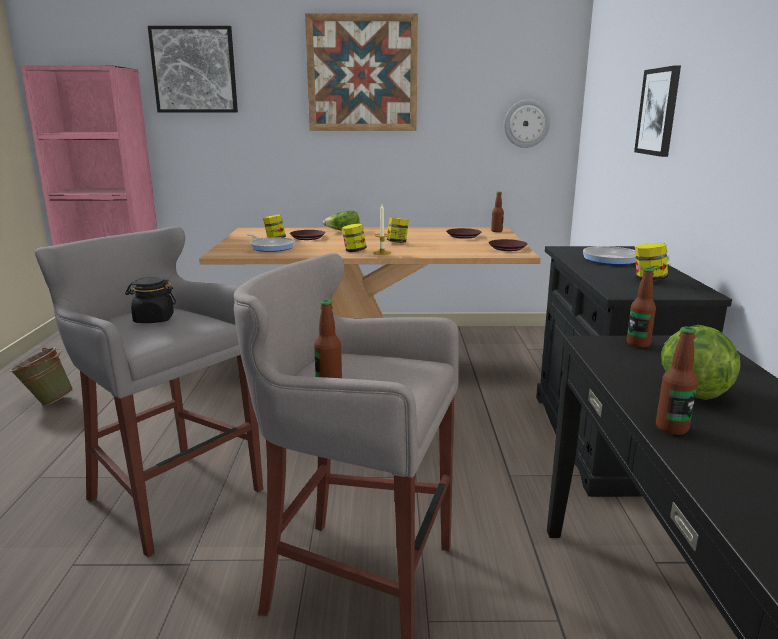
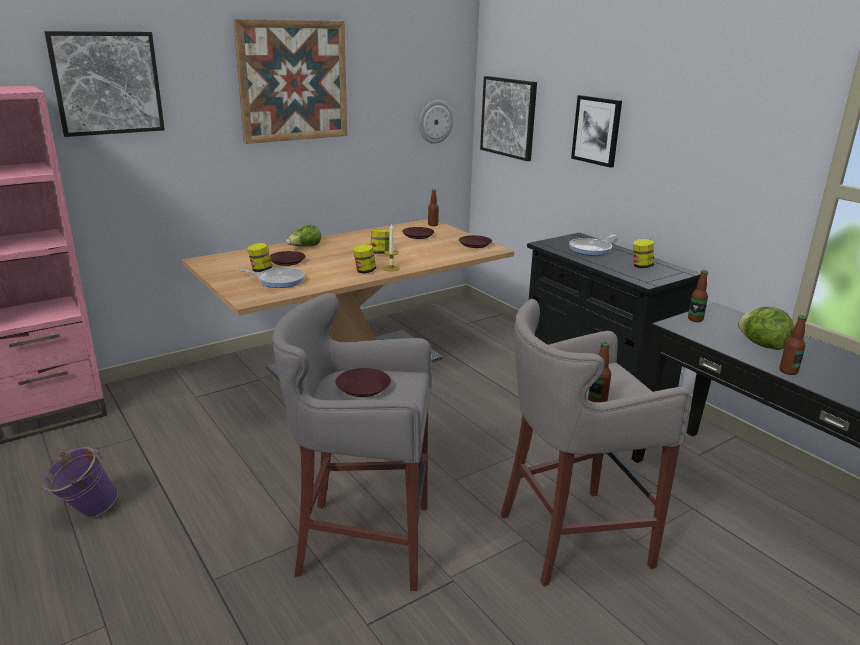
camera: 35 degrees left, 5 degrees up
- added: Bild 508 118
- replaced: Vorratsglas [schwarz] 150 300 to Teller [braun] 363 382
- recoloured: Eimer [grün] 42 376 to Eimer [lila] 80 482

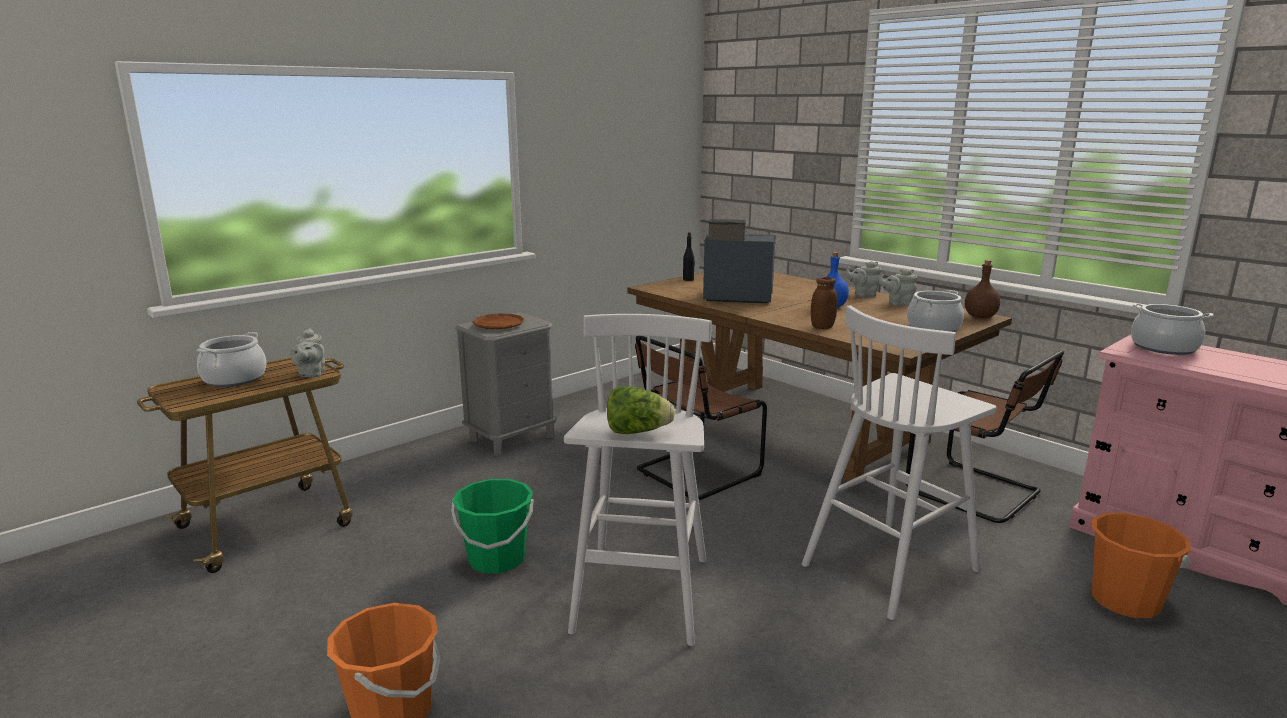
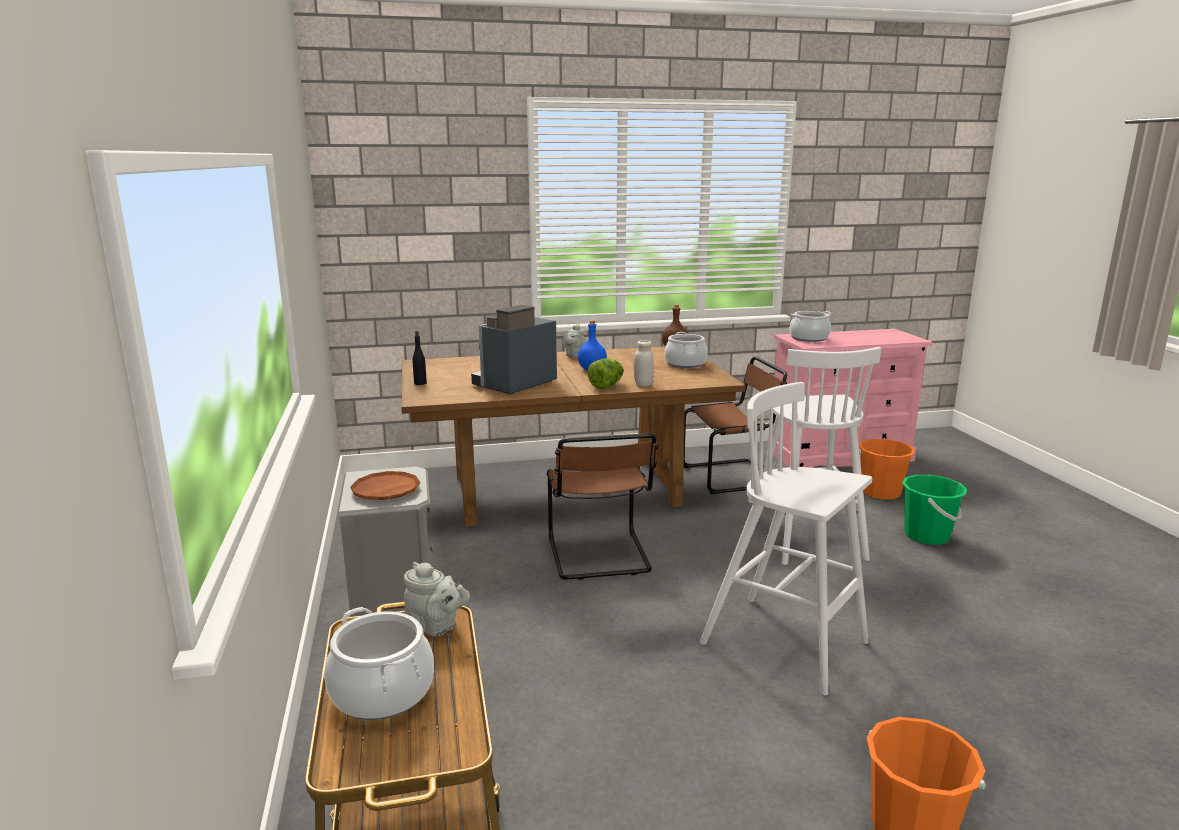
camera: 60 degrees left, 0 degrees up
- removed: Teekanne [grau] 897 287
- moved: Eimer [grün] 492 526 to 935 510
- moved: Salatkopf 641 410 to 606 373
- recoloured: Vorratsglas [braun] 824 303 to Vorratsglas [weiß] 643 363

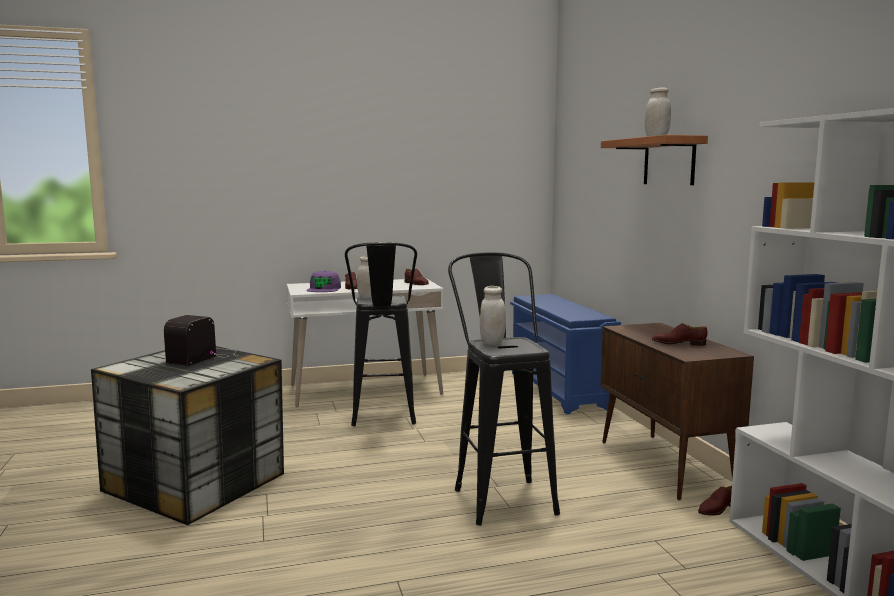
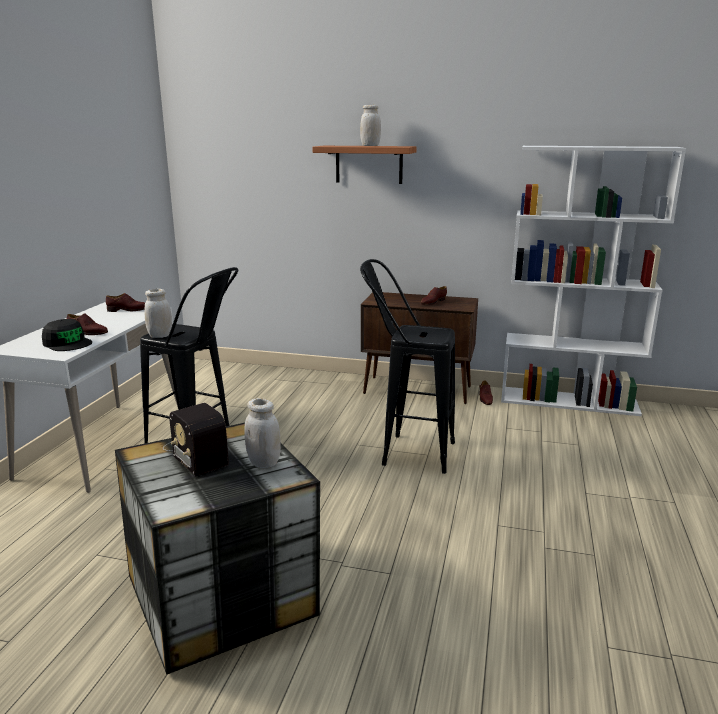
camera: 60 degrees left, 10 degrees up
- removed: Schuhregal [blau] 565 354
- moved: Vorratsglas [weiß] 493 315 to 262 433
- recoloured: Kappe [lila] 324 281 to Kappe [schwarz] 67 335

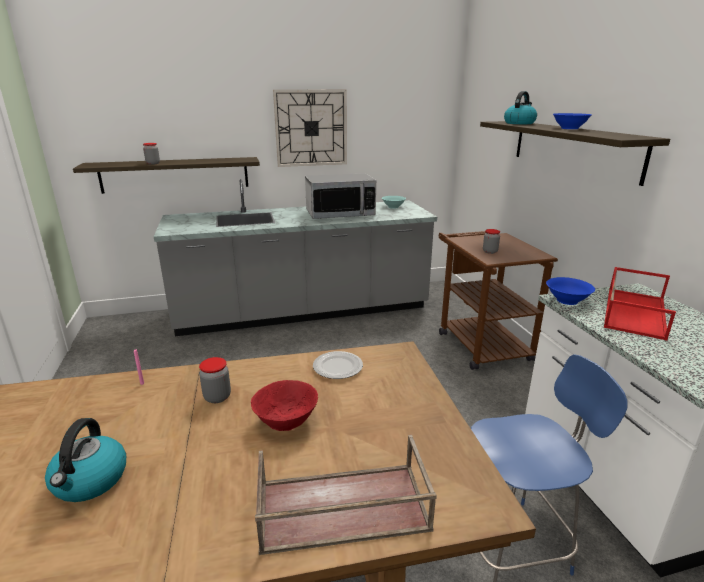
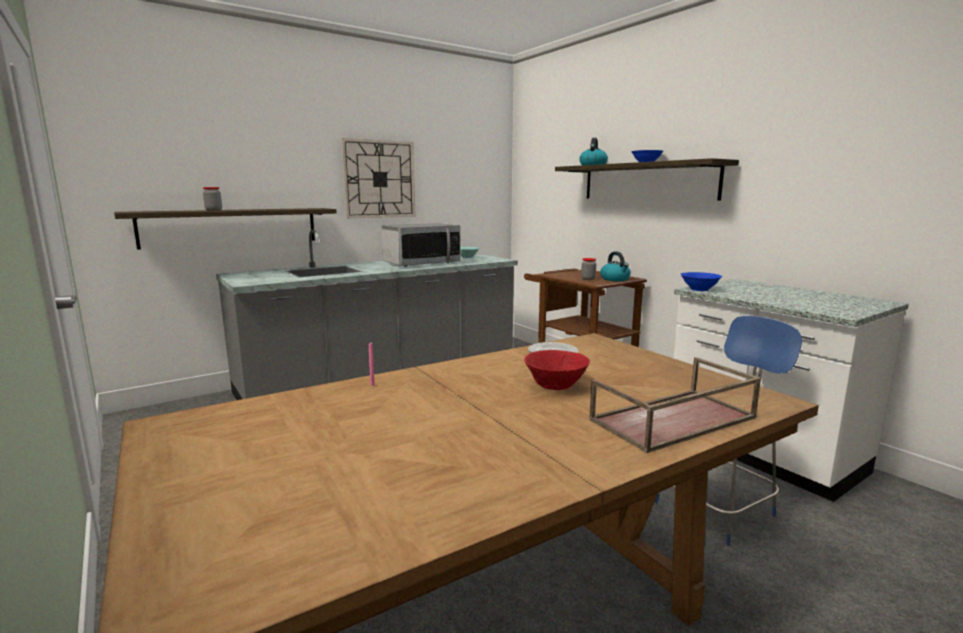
camera: 20 degrees left, 10 degrees down
- removed: Vorratsglas 215 380
- removed: Tablett [rot] 640 304
- moved: Wasserkessel 85 460 to 615 266

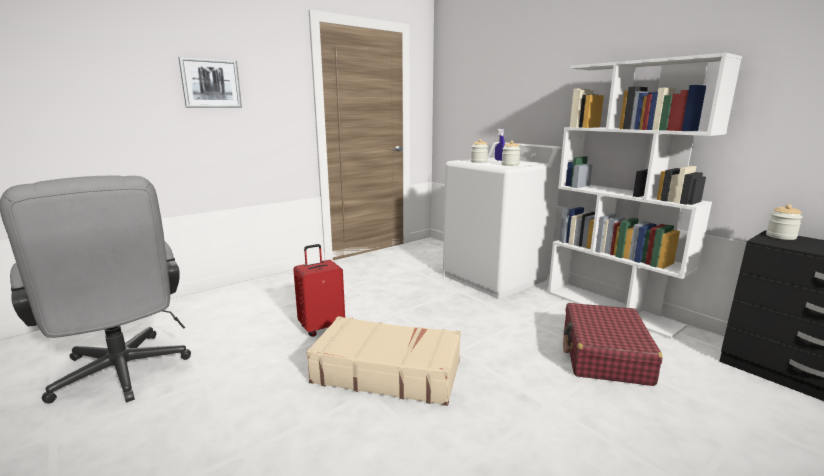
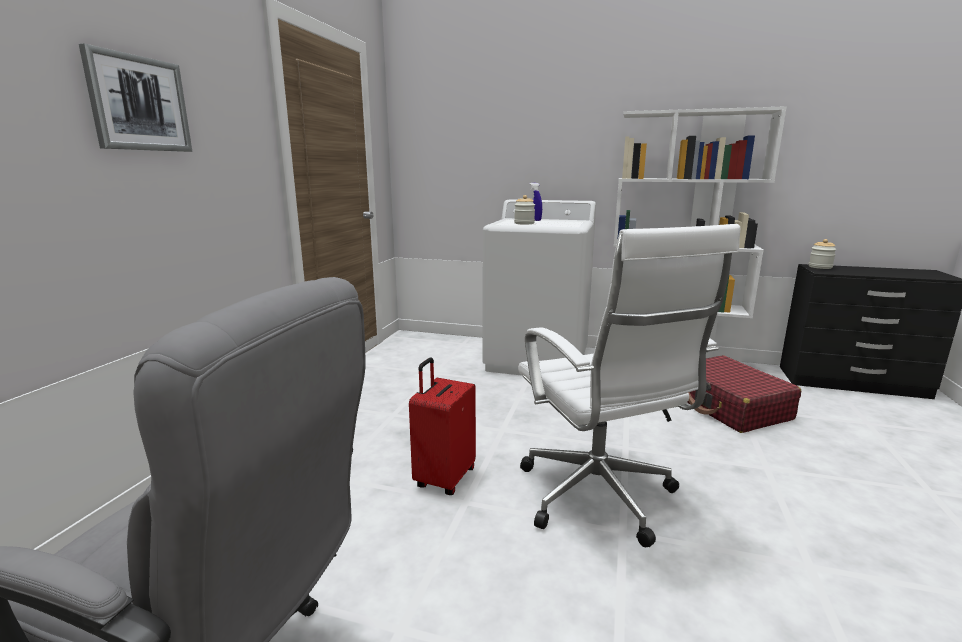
camera: 35 degrees left, 0 degrees up
- removed: Vorratsglas 510 153
- replaced: Koffer [beige] 383 361 to Bürostuhl [weiß] 629 385

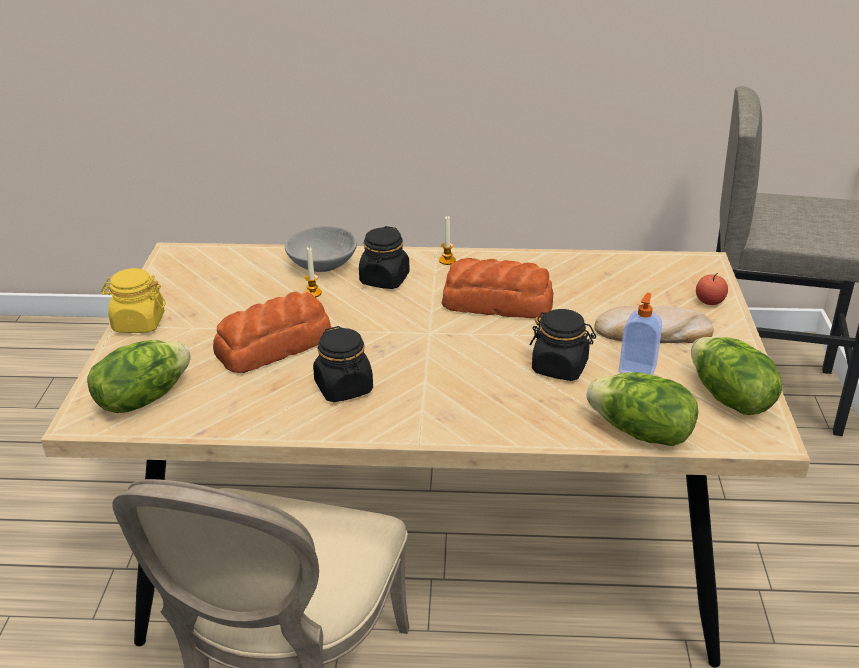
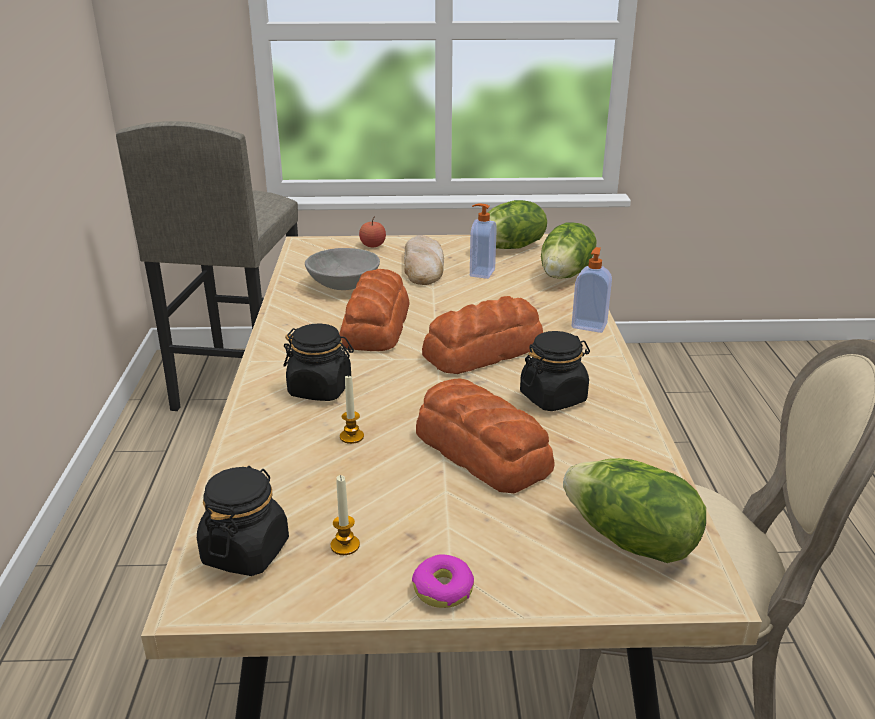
camera: 95 degrees left, 5 degrees down
- added: Brot 482 335
- added: Seifenspender 592 290
- moved: Schüssel [grau] 321 249 to 342 269
- moved: Kerze 447 240 to 345 515
- moved: Vorratsglas [schwarz] 562 345 to 243 521
- replaced: Vorratsglas [gelb] 133 300 to Donut 443 581

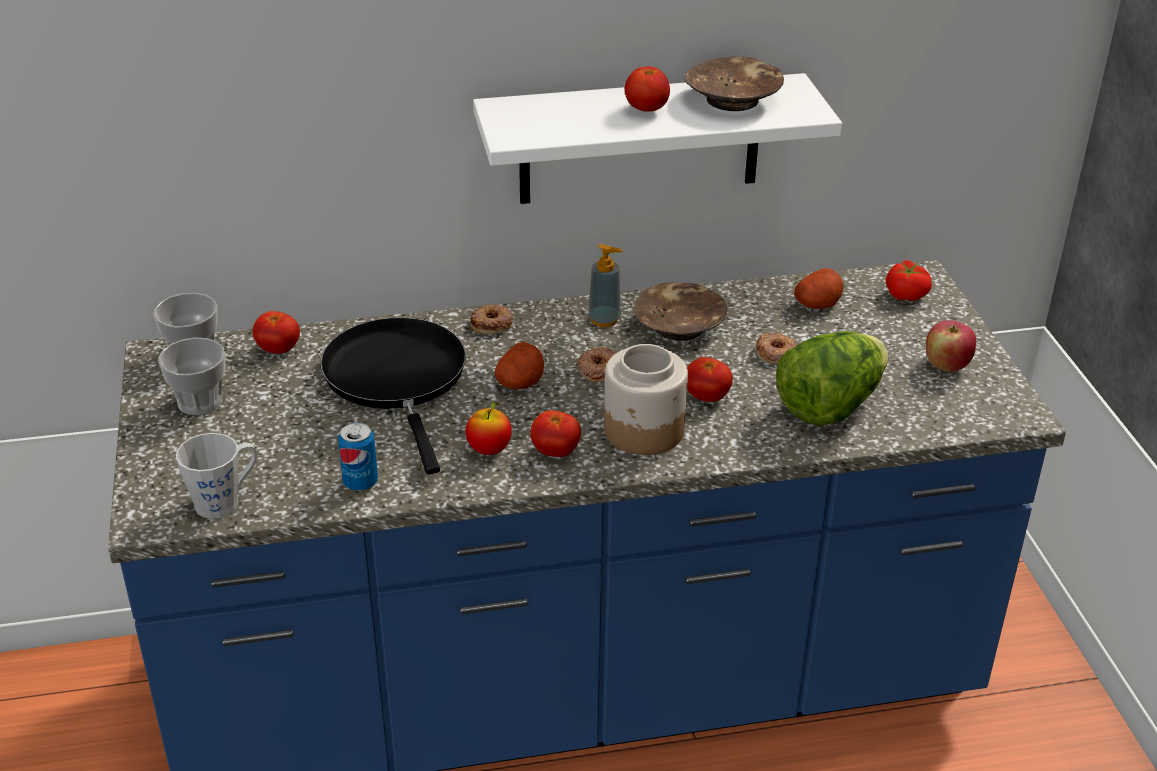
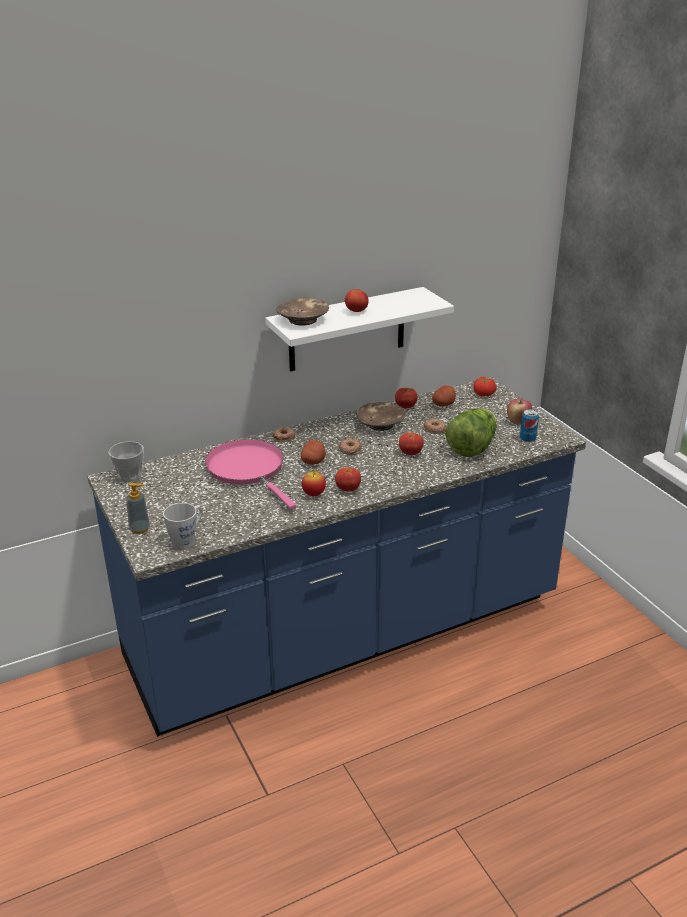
camera: 15 degrees left, 5 degrees down
- removed: Tasse 191 376
- removed: Vorratsglas 646 399
- moved: Tomate 276 332 to 406 398
- moved: Dose 358 456 to 529 425
- moved: Seifenspender 605 285 to 138 508
- moved: Schüssel [braun] 734 83 to 302 311
- recoloured: Pfanne [schwarz] 393 395 to Pfanne [rosa] 250 474

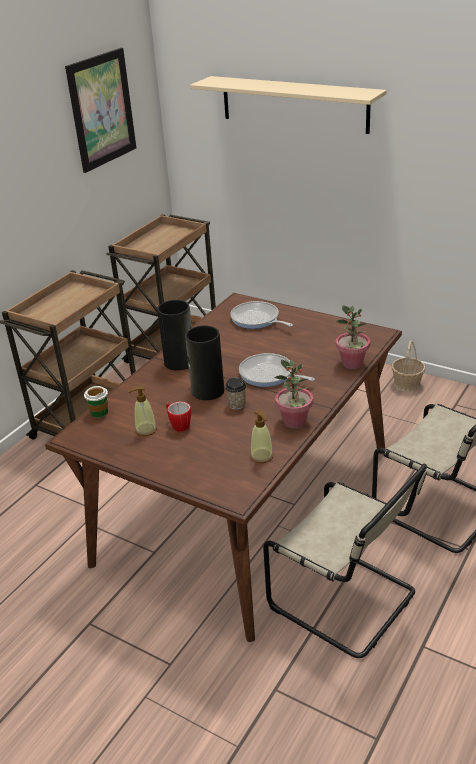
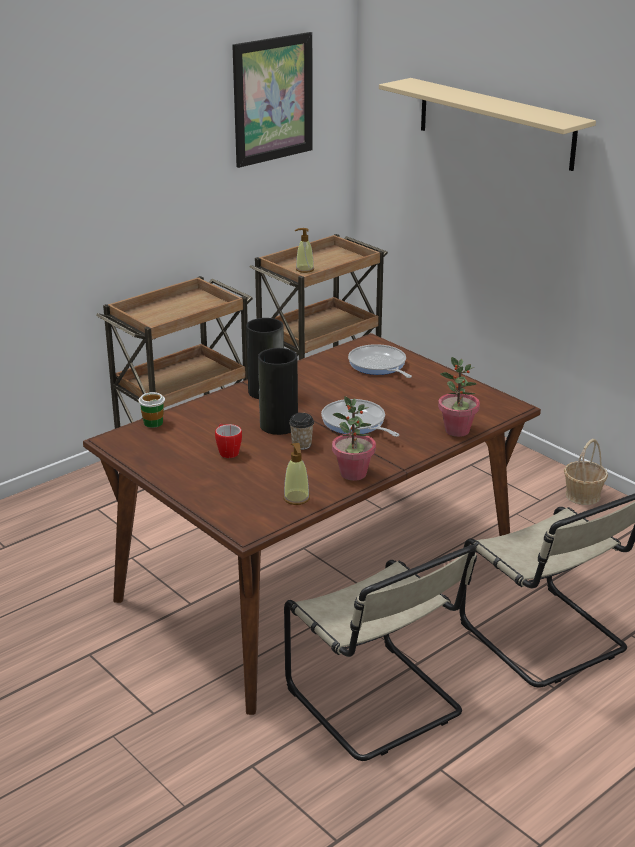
camera: 15 degrees right, 5 degrees down
- moved: Seifenspender 142 411 to 304 250

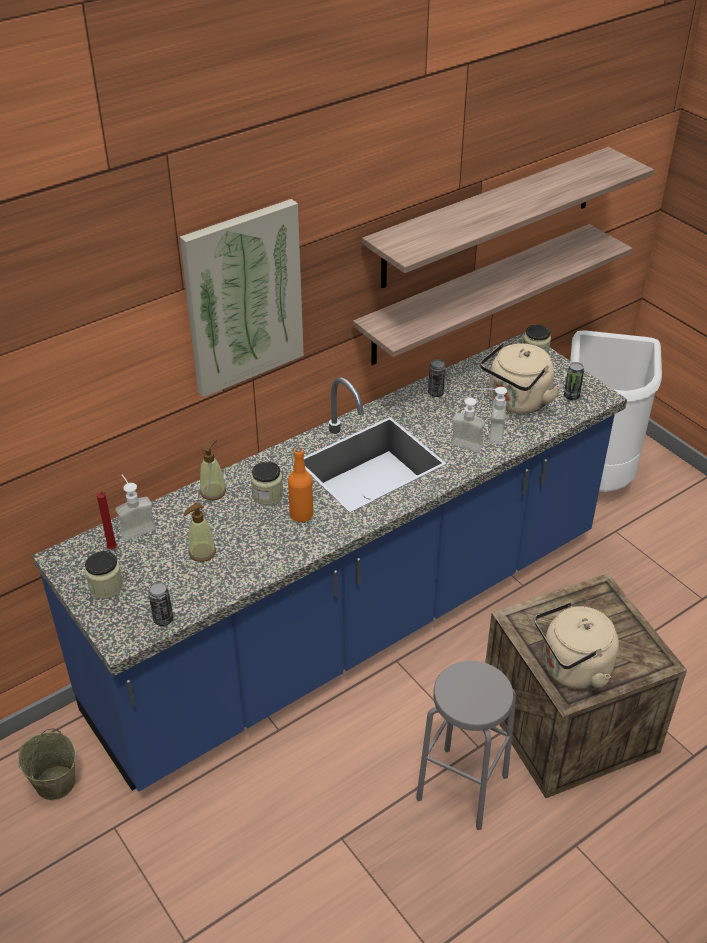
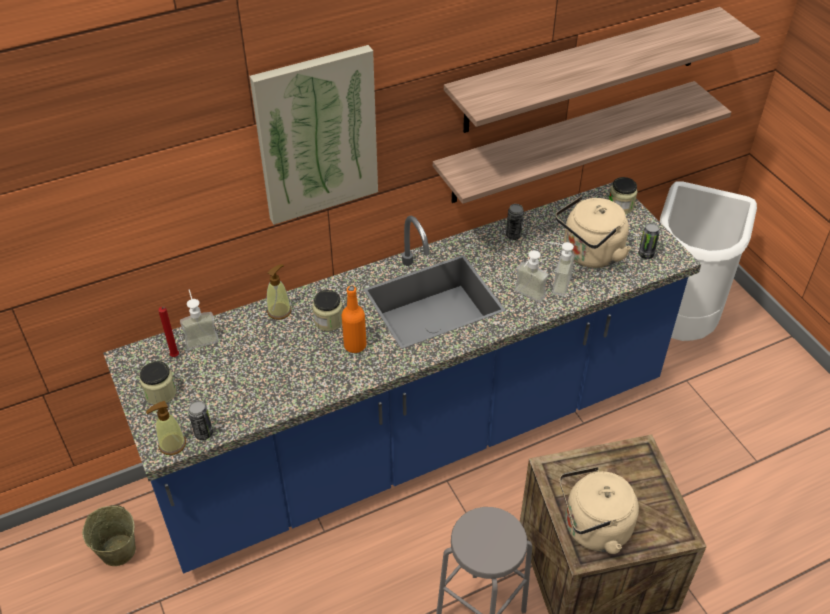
camera: 10 degrees right, 5 degrees up
- moved: Seifenspender 199 532 to 166 428

